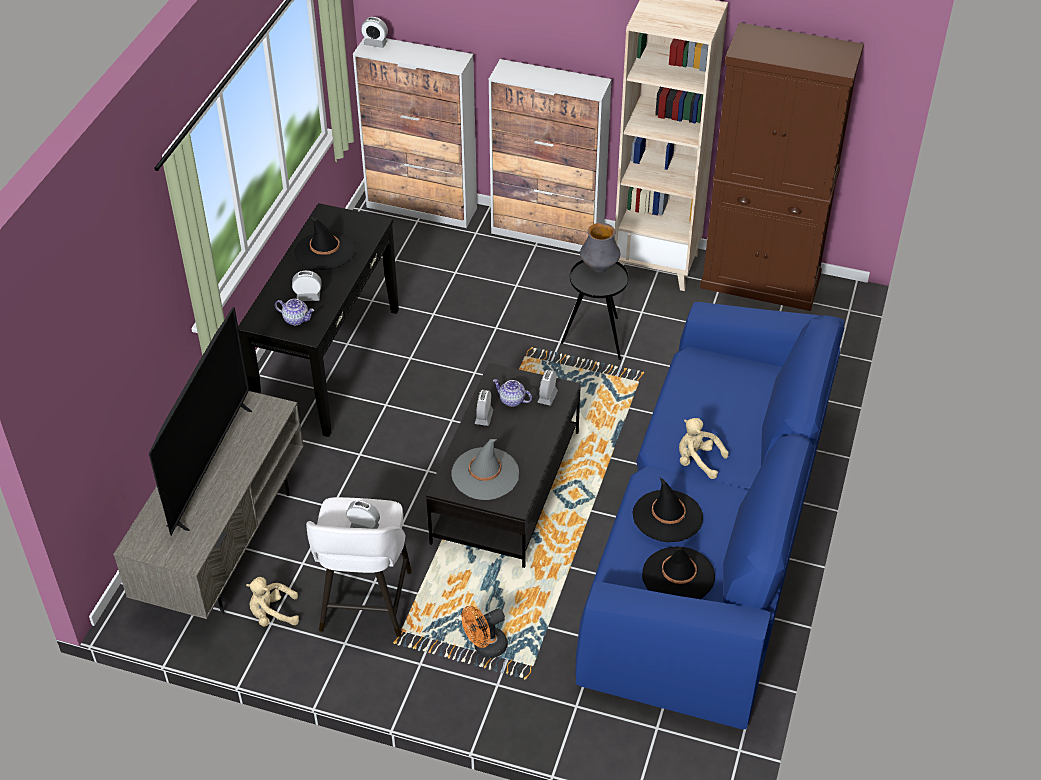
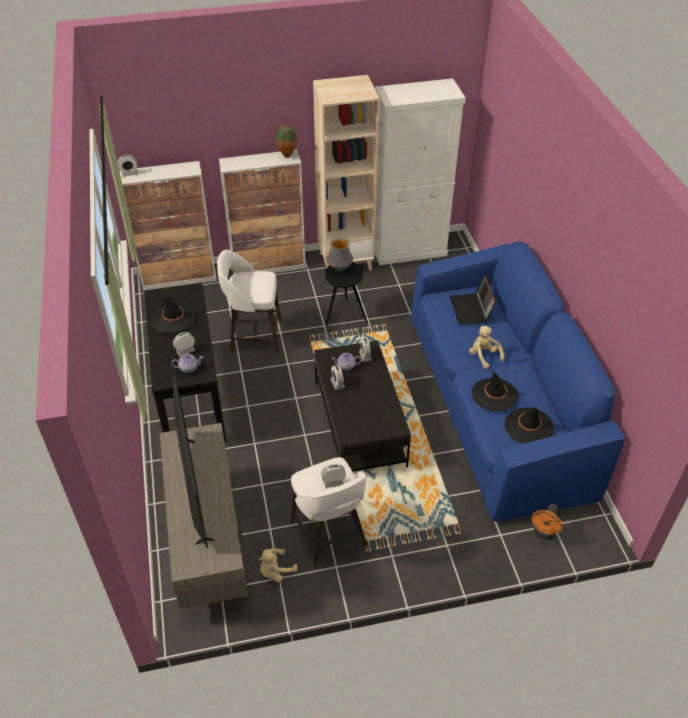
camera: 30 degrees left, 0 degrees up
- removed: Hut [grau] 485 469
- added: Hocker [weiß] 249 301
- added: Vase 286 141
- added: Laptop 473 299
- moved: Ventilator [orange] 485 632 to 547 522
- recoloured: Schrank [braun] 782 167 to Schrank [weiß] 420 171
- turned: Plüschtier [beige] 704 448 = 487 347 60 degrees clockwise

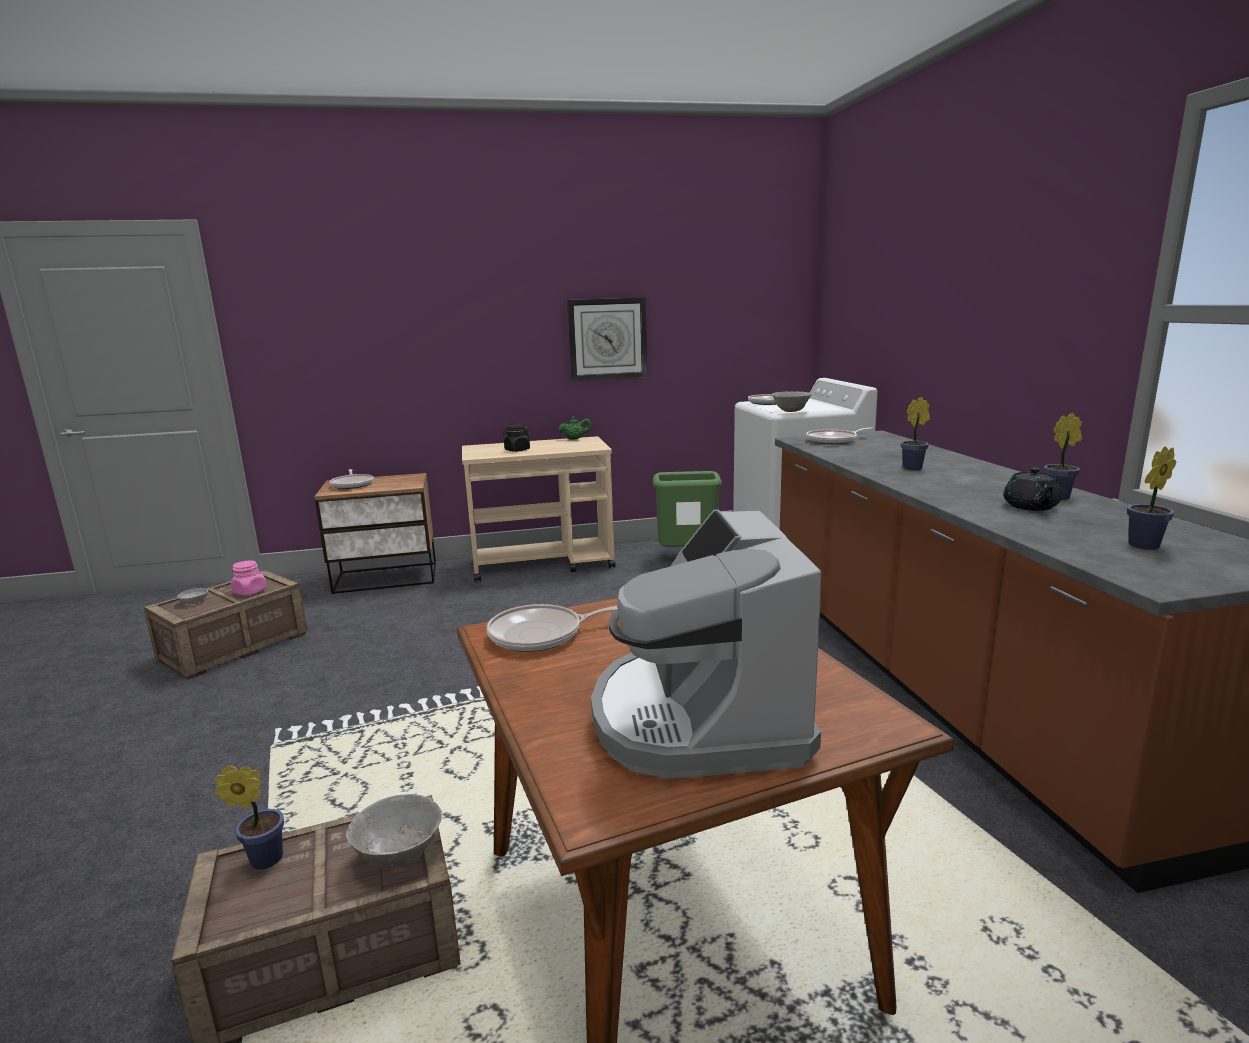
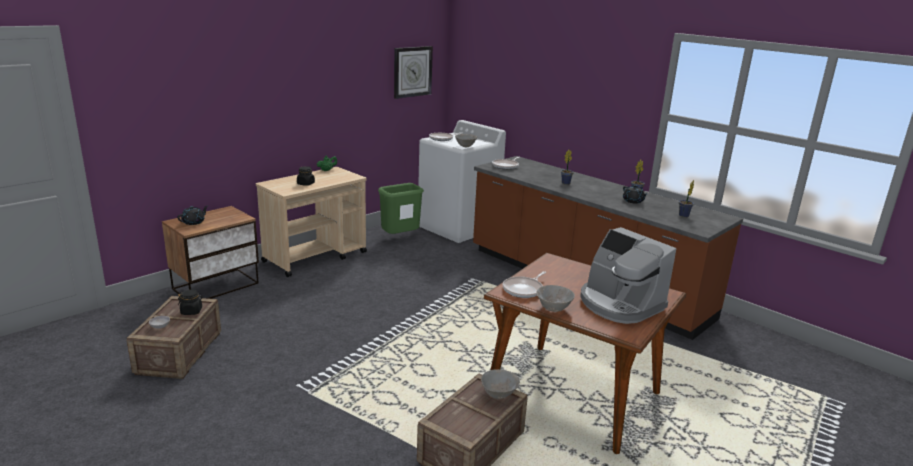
camera: 35 degrees left, 5 degrees up
- removed: Topfpflanze 249 817
- added: Schüssel [grau] 555 298
- moved: Wanduhr 607 339 to 413 72
- replaced: Pfanne 351 479 to Teekanne [schwarz] 192 215
- recoloured: Vorratsglas [rosa] 249 578 to Vorratsglas [schwarz] 190 302

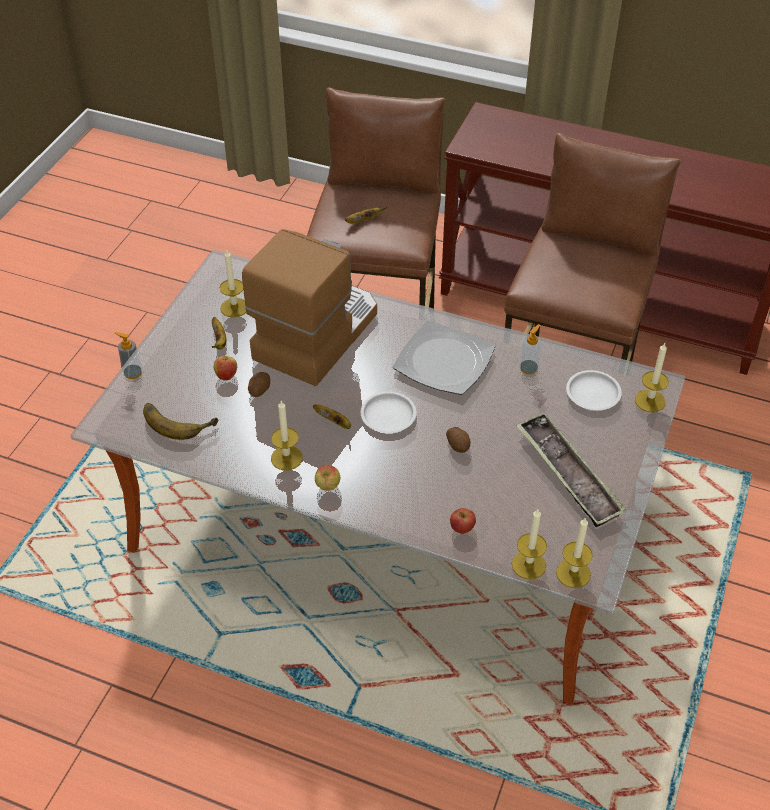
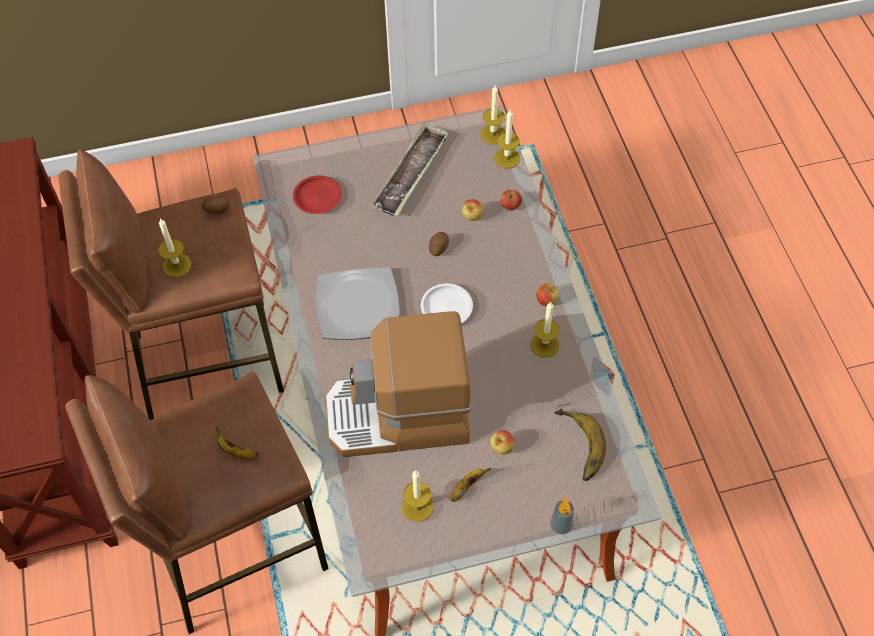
camera: 125 degrees left, 10 degrees up
- removed: Banane 332 416
- removed: Seifenspender 530 349
- added: Apfel 472 210
- moved: Kartoffel 259 384 to 216 205
- moved: Kerze 652 377 to 175 247
- recoloured: Teller [weiß] 594 390 to Teller [rot] 317 194

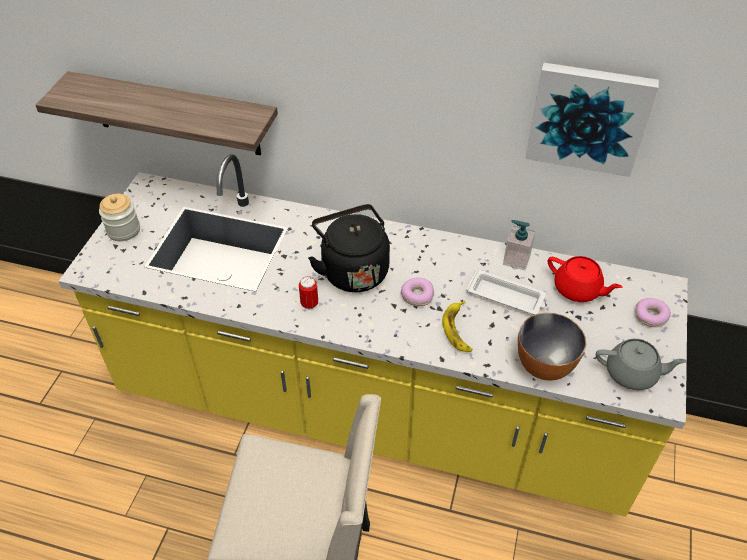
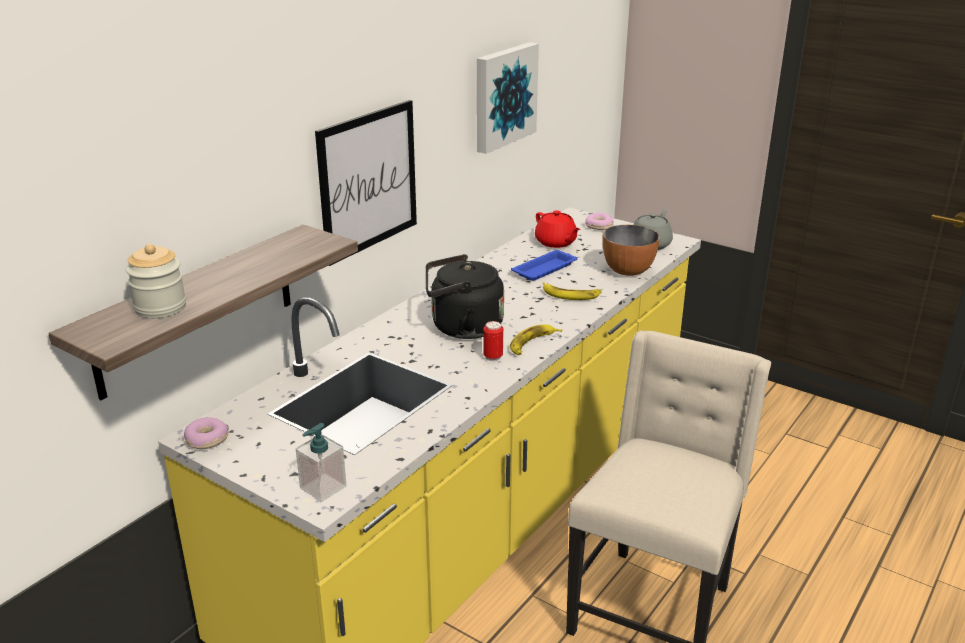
camera: 70 degrees left, 20 degrees down
- added: Bild 366 183
- added: Banane 536 339
- moved: Vorratsglas 119 217 to 156 281
- moved: Donut 417 292 to 206 433
- moved: Seifenspender 519 245 to 321 462
- recoloured: Tablett [weiß] 506 292 to Tablett [blau] 544 265
- turned: Teekanne [rot] 585 279 = 557 229 90 degrees clockwise

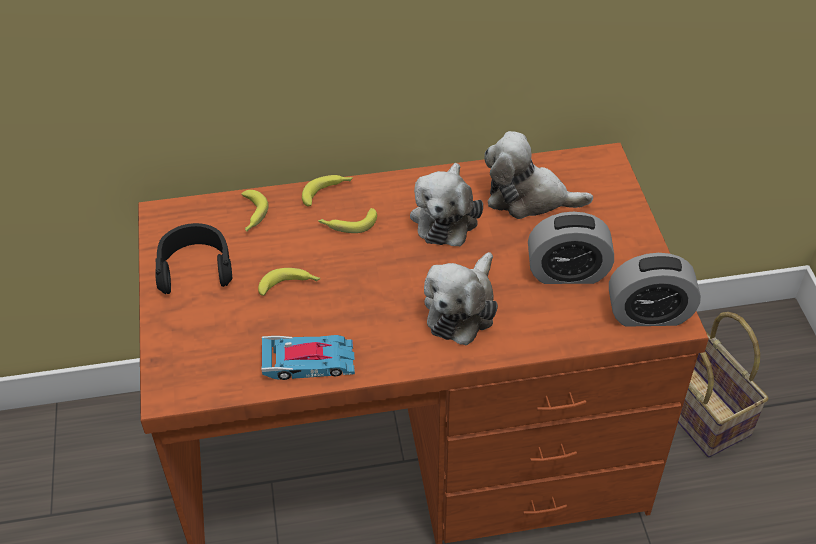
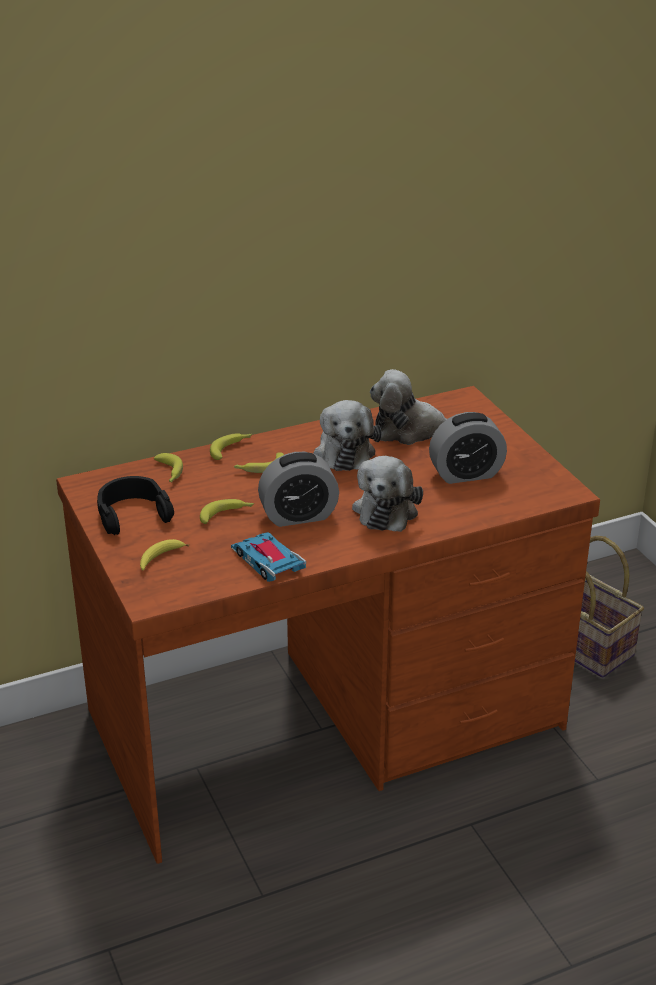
camera: 15 degrees left, 15 degrees down
- added: Banane 164 554
- moved: Wecker 655 290 to 298 489
- turned: Spielzeugauto 308 357 = 268 557 105 degrees counterclockwise

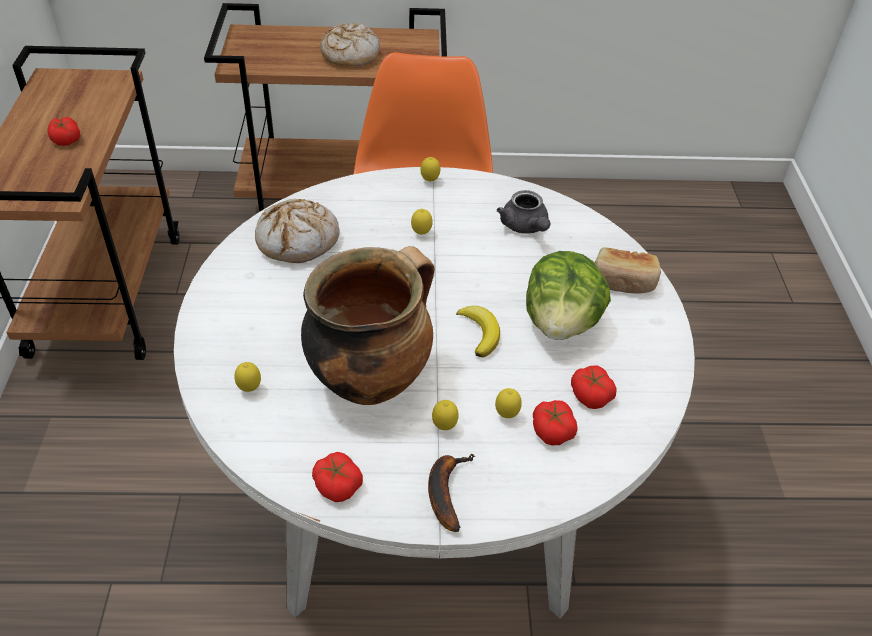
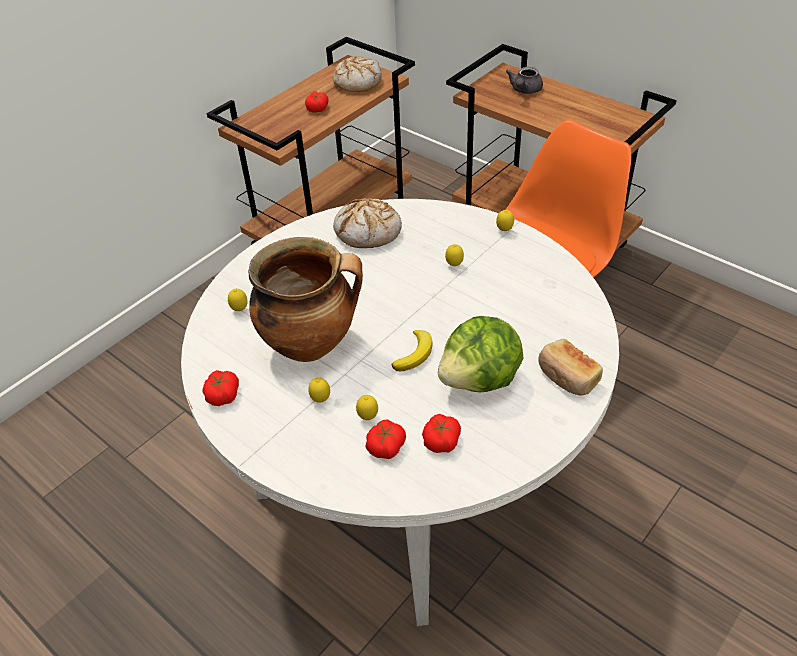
camera: 45 degrees right, 0 degrees up
- removed: Banane 452 493
- moved: Brot 350 44 to 357 74
- moved: Teekanne [grau] 524 212 to 524 80

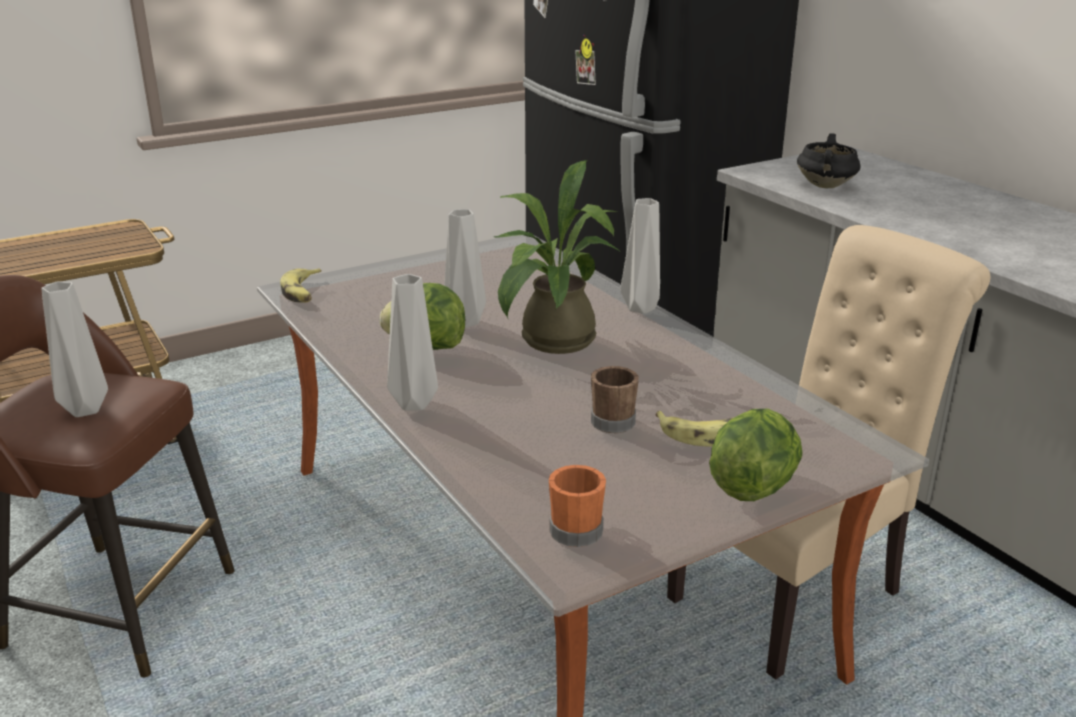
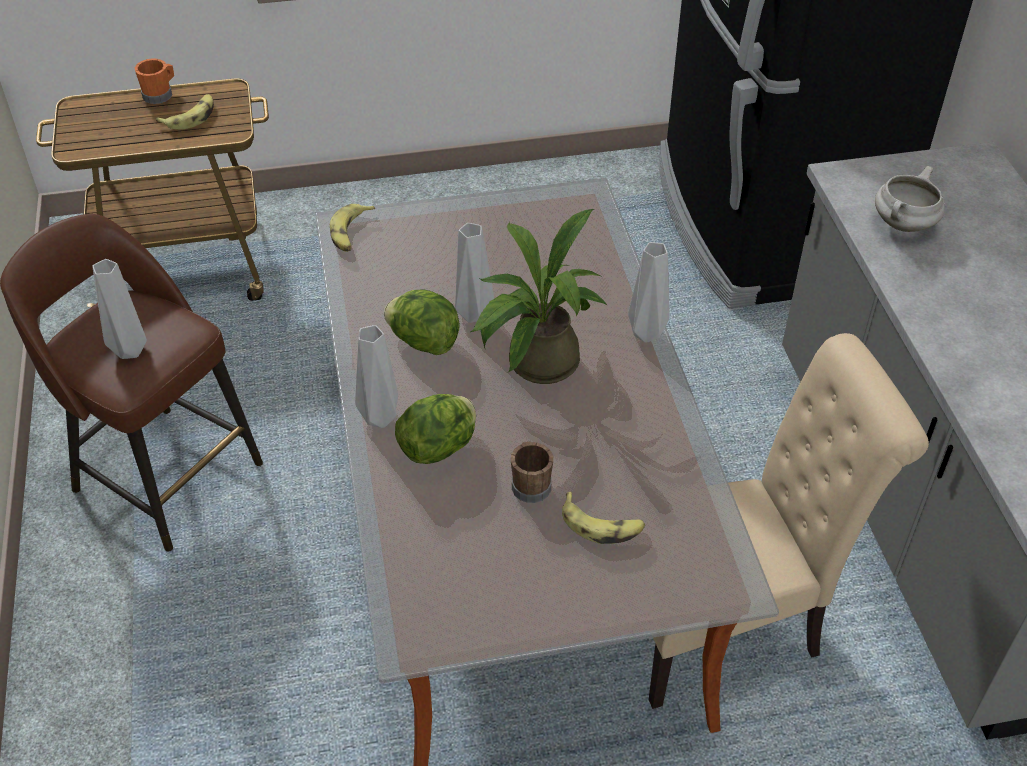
camera: 20 degrees right, 20 degrees up
- added: Banane 185 112
- moved: Henkelbecher [orange] 577 506 to 154 81
- moved: Salatkopf 755 455 to 435 429
- recoloured: Kochtopf [schwarz] 828 160 to Kochtopf [weiß] 910 199

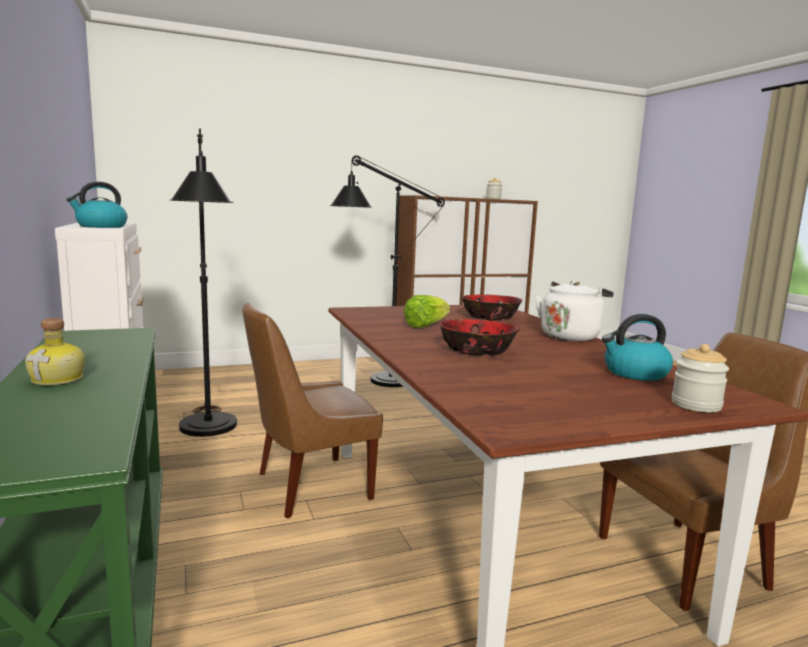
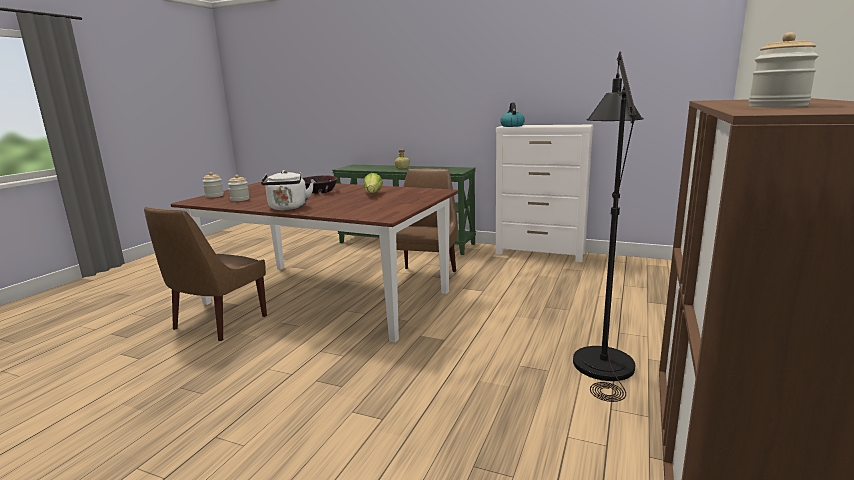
camera: 135 degrees right, 5 degrees up
- removed: Stehlampe [schwarz] 203 282
- removed: Schüssel 491 307
- replaced: Wasserkessel 637 347 to Vorratsglas 239 188

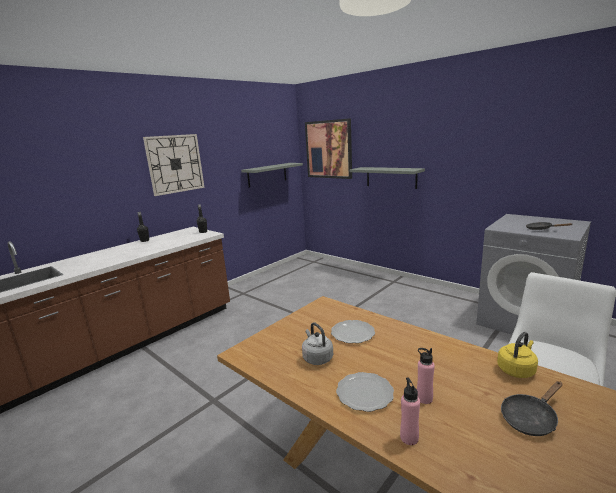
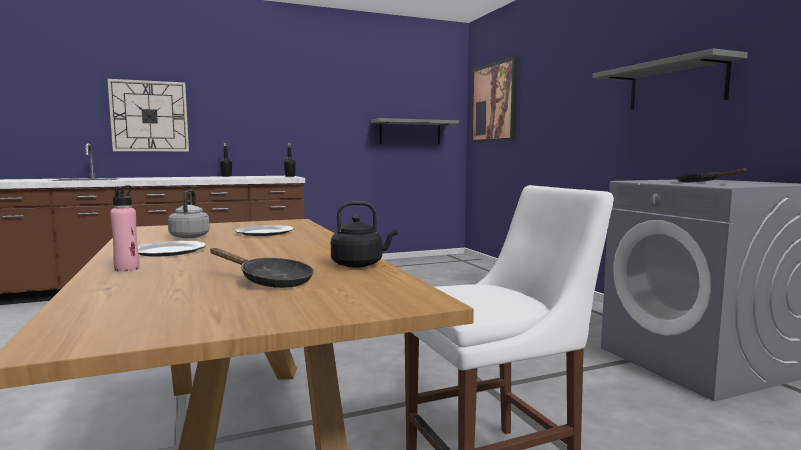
camera: 25 degrees right, 10 degrees down
- removed: Flasche [rosa] 426 376
- moved: Wanduhr 174 165 to 148 115
- moved: Wandregal [grau] 387 178 to 670 79
- recoloured: Wasserkessel [gelb] 517 355 to Wasserkessel [schwarz] 364 234
- turned: Pfanne [schwarz] 531 408 = 262 268 150 degrees counterclockwise

